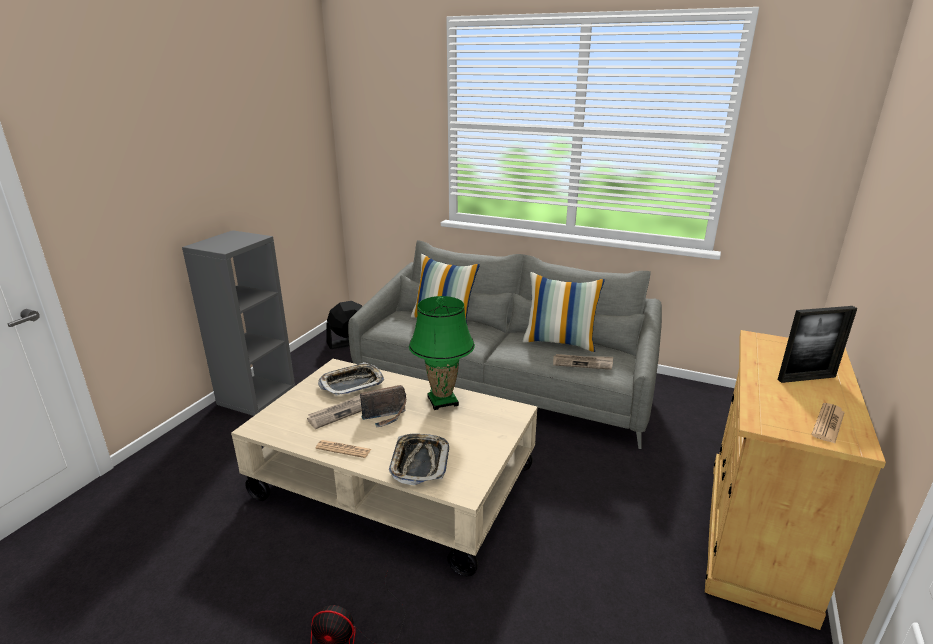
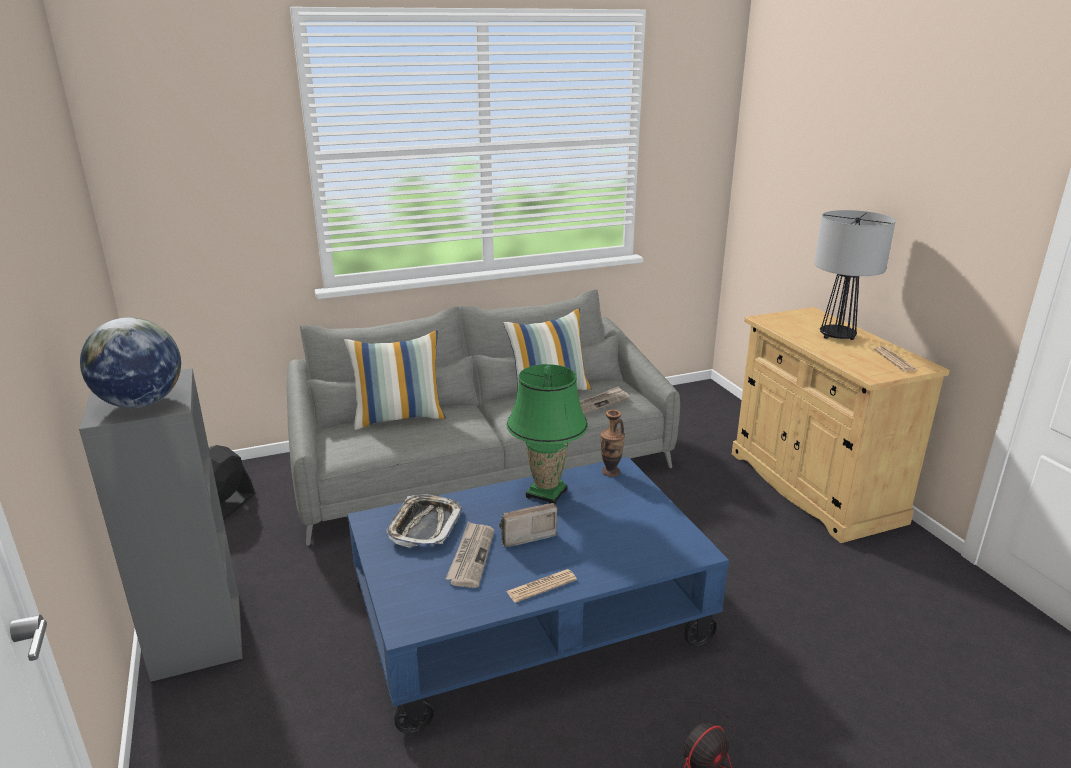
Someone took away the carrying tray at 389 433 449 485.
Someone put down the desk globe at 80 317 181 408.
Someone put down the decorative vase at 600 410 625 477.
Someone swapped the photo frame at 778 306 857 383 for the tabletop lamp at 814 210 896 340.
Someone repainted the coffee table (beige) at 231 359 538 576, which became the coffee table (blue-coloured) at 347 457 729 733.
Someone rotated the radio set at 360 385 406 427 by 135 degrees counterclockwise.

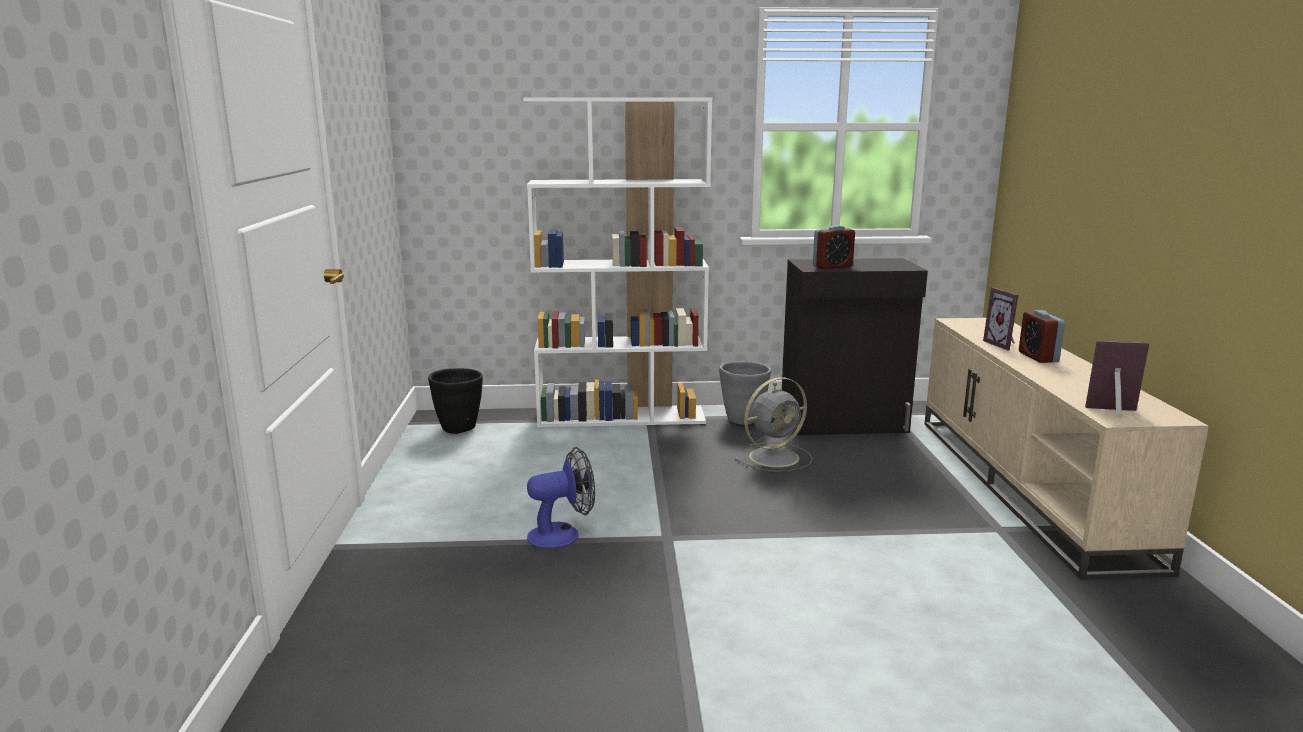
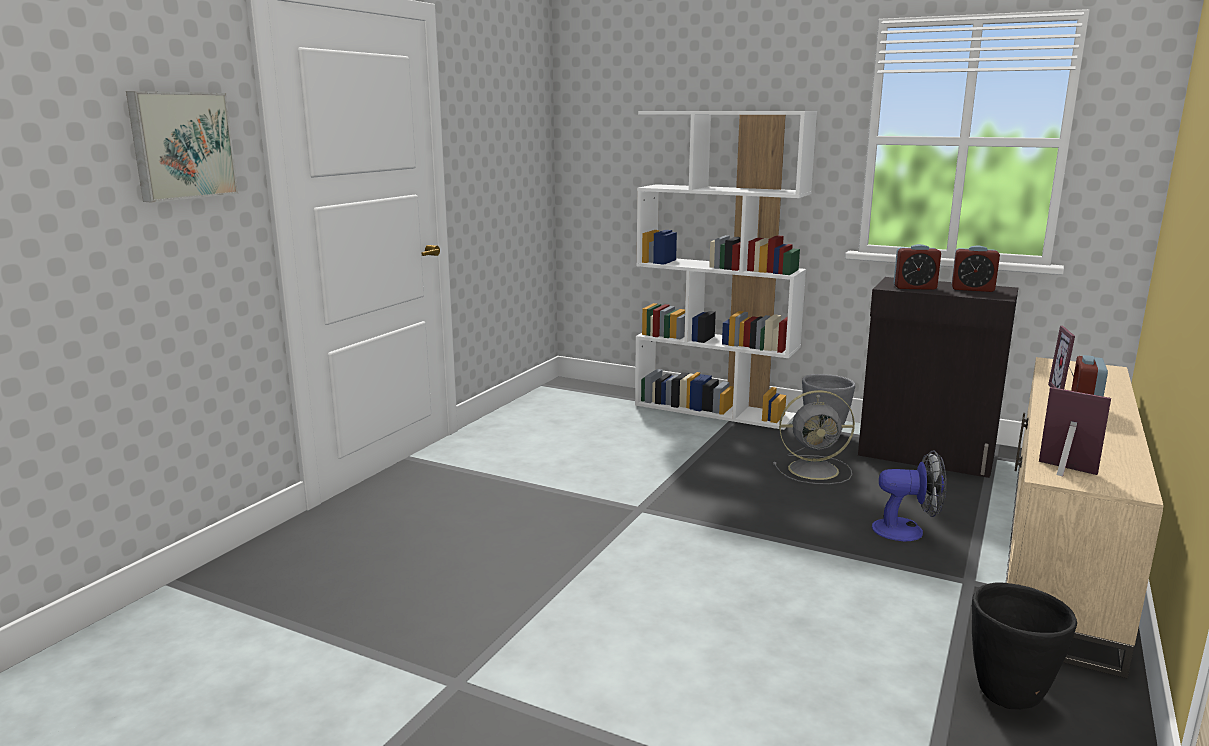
Someone put up the wall art at 126 91 238 202.
Someone put down the alarm clock at 951 245 1000 292.
Someone carried the plant pot (black) from 428 368 483 434 to 972 582 1077 709.
Someone carried the cooling fan from 527 447 595 549 to 872 450 947 541.

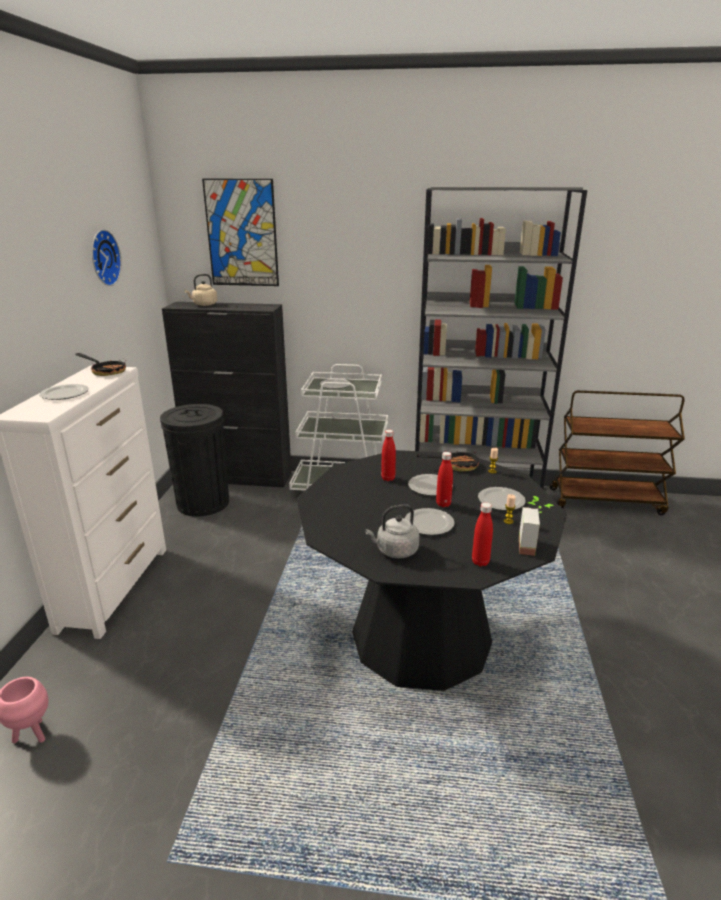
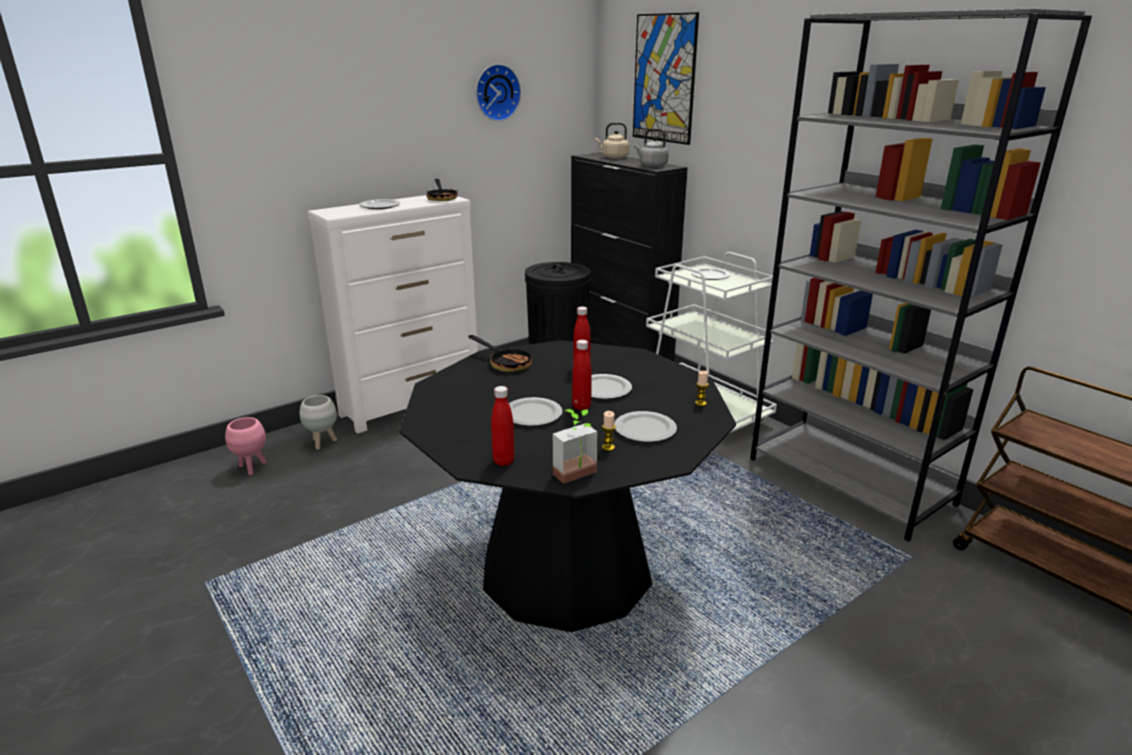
Someone put down the plant pot (white-coloured) at 300 395 337 450.
Someone carried the water kettle (gray) from 365 504 419 559 to 634 129 669 167.
Someone carried the frying pan from 416 448 479 472 to 468 335 533 372.

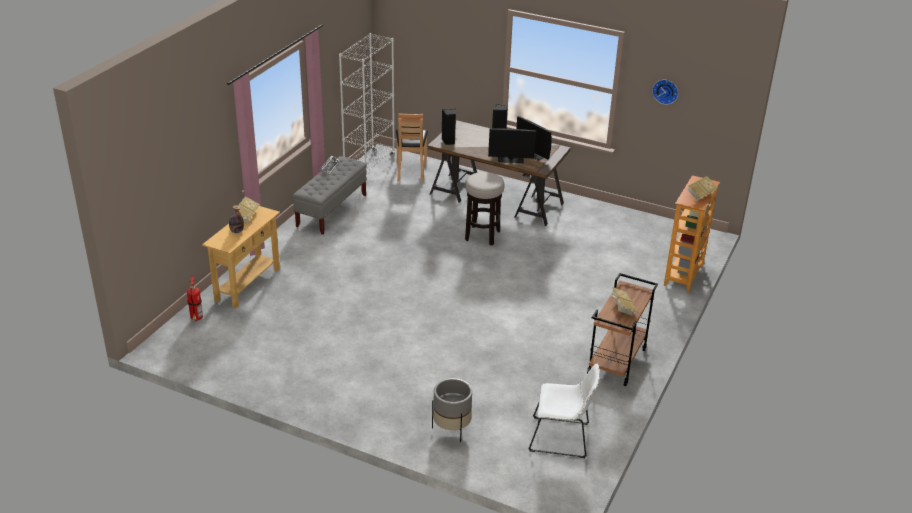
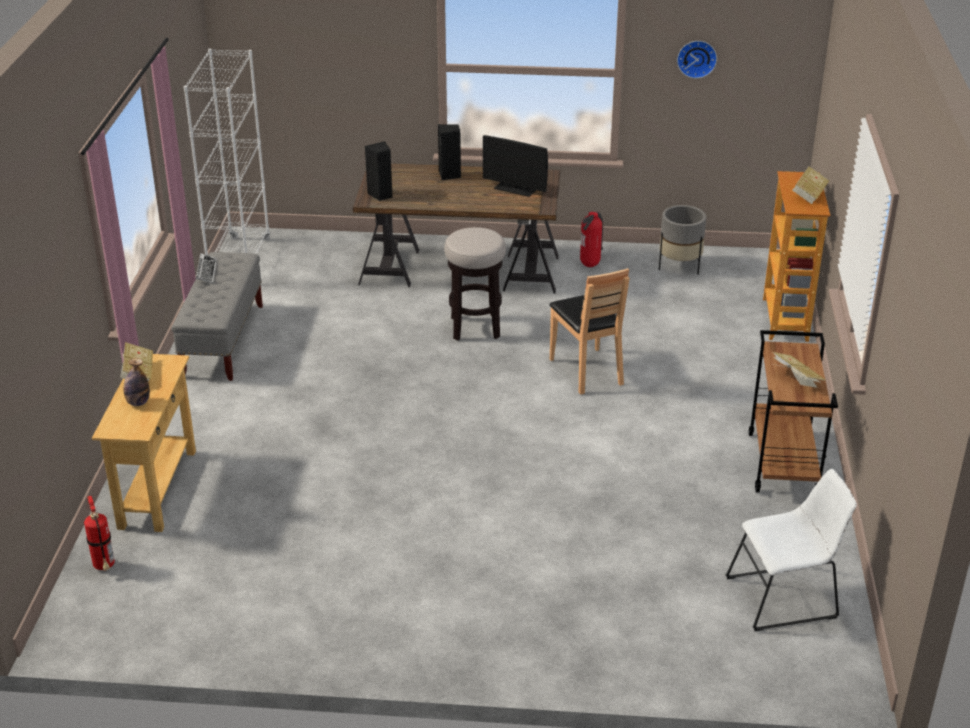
Someone took away the computer screen at 488 128 536 163.
Someone put down the fire extinguisher at 580 212 603 267.
Someone carried the plain chair (brown) from 396 113 428 182 to 549 268 630 395.
Someone carried the plant pot (gray) from 432 378 472 442 to 659 205 706 274.

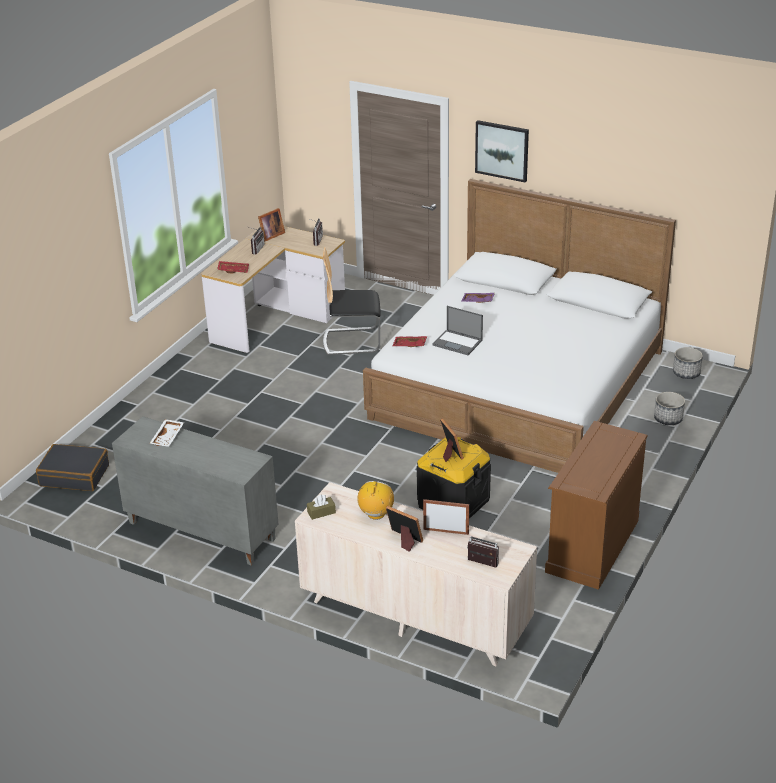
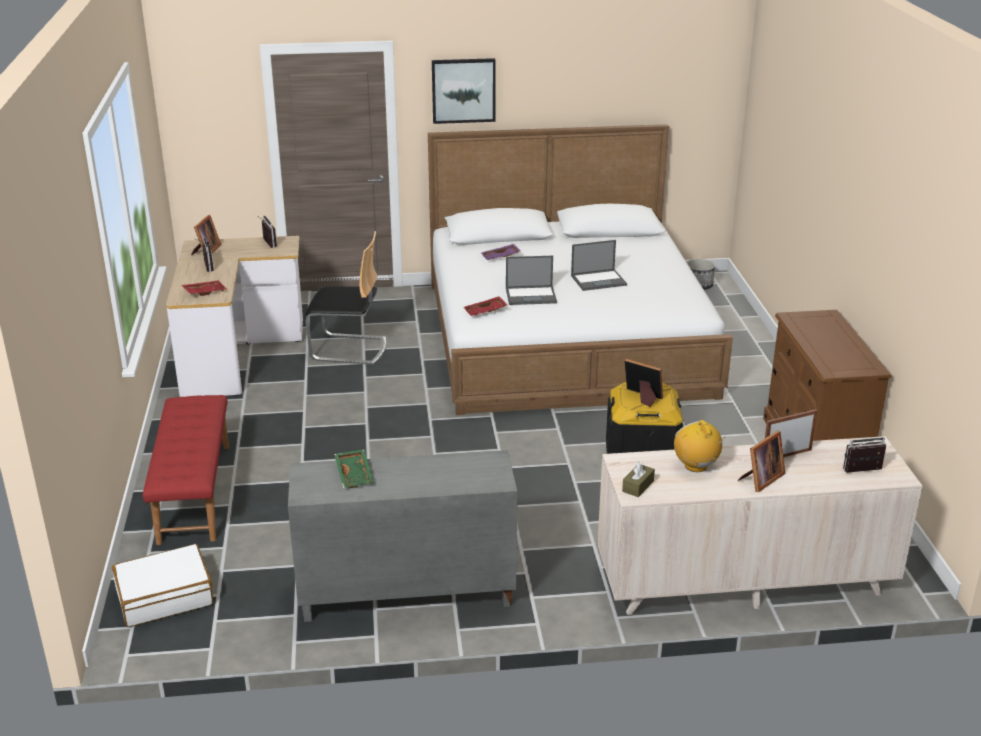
Someone took away the plant pot at 654 392 685 425.
Someone put down the long seat (red) at 143 395 229 545.
Someone put down the laptop at 571 240 627 291.
Someone repainted the travel case (black) at 36 444 109 491, which became the travel case (white-coloured) at 112 544 213 627.
Someone repainted the carrying tray (white-coloured) at 150 419 184 447, which became the carrying tray (green-coloured) at 334 449 374 488.
Someone rotated the plain chair at 323 247 381 355 by 135 degrees counterclockwise.
Someone rotated the photo frame at 386 506 423 552 by 135 degrees clockwise.

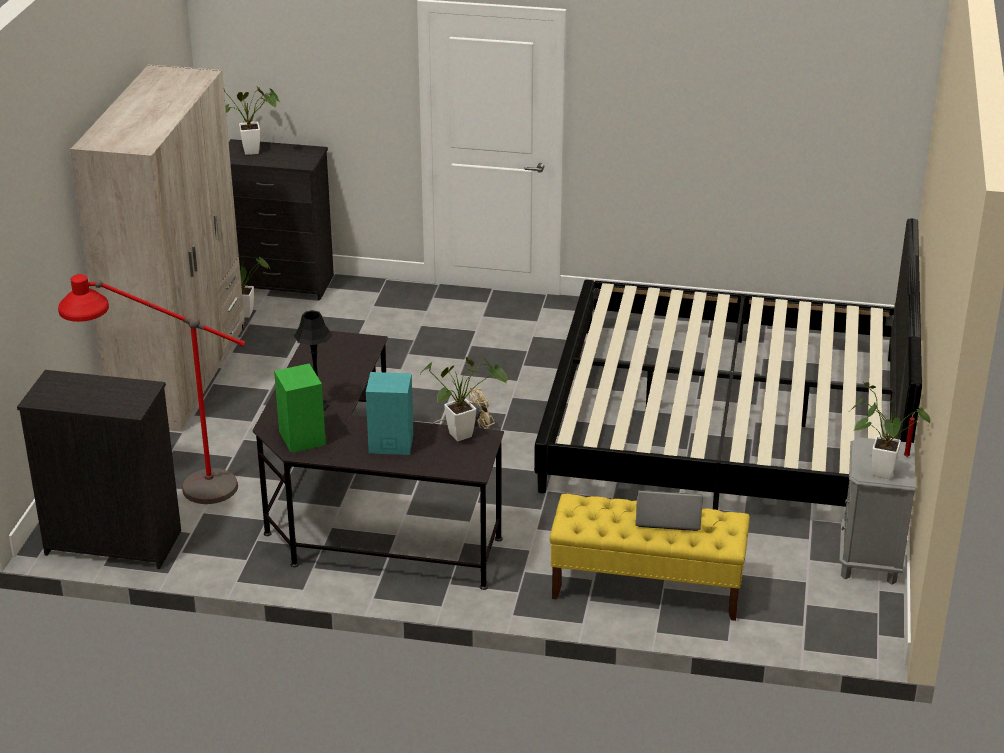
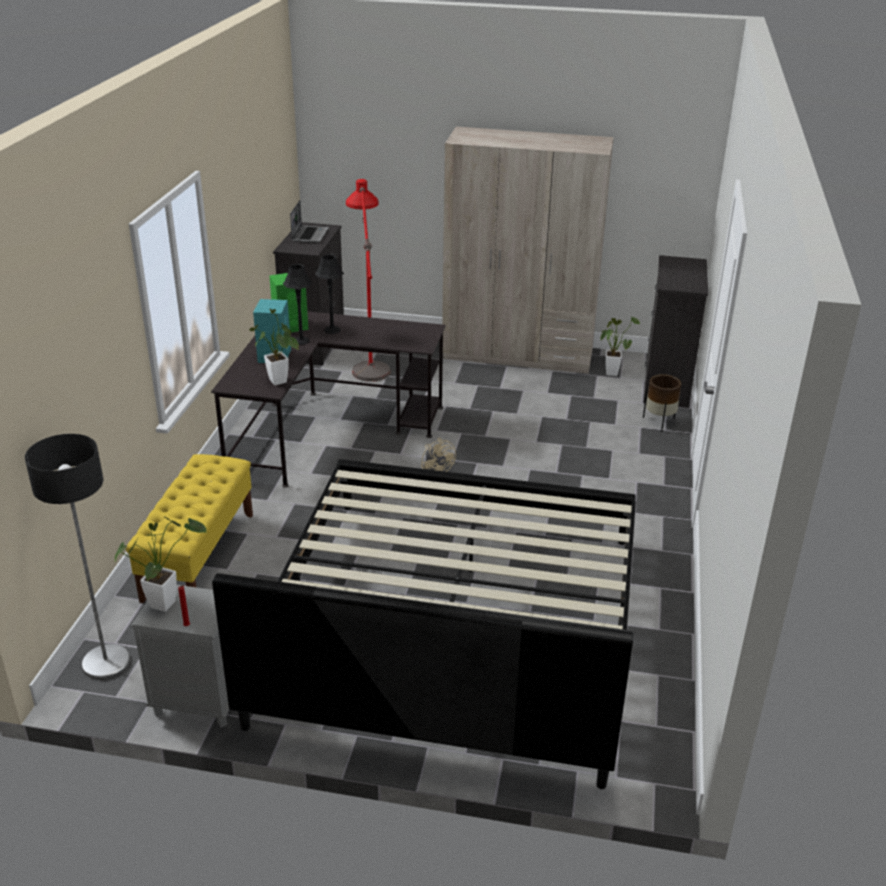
Someone took away the plant in a pot at 224 84 280 155.
Someone put down the standard lamp at 25 434 131 680.
Someone put down the tabletop lamp (black) at 283 264 313 345.
Someone put down the plant pot (brown) at 643 374 681 432.
Someone carried the laptop from 636 490 703 531 to 290 200 329 243.

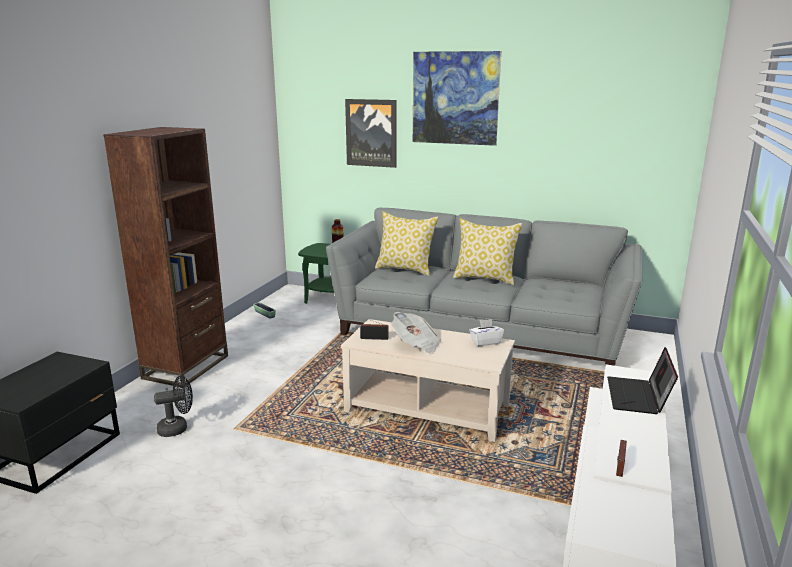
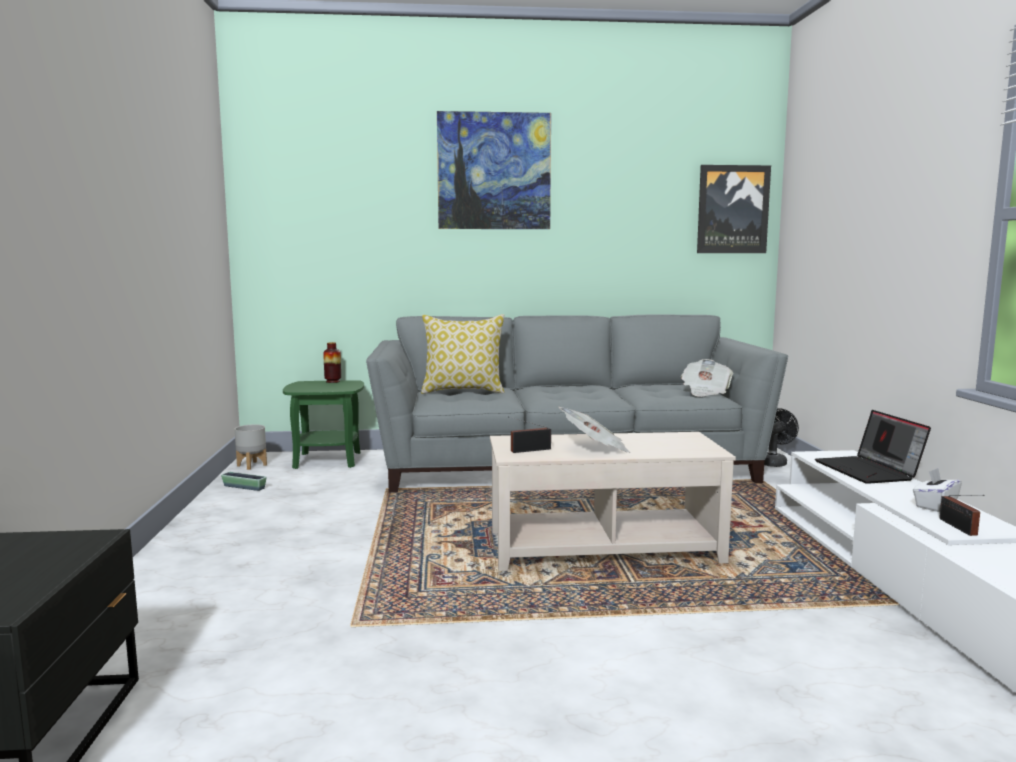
Someone took away the shelving unit (brown) at 103 127 228 387.
Someone took away the throw pillow at 453 218 522 285.
Someone put down the plant pot (gray) at 235 424 267 470.
Someone put down the newspaper at 681 359 733 397.
Someone carried the cooling fan (black) from 154 375 193 437 to 764 408 799 467.
Someone carried the wall art from 345 99 396 168 to 697 165 771 253.
Someone carried the tissue box (white-coloured) from 469 319 504 346 to 913 468 962 512.

